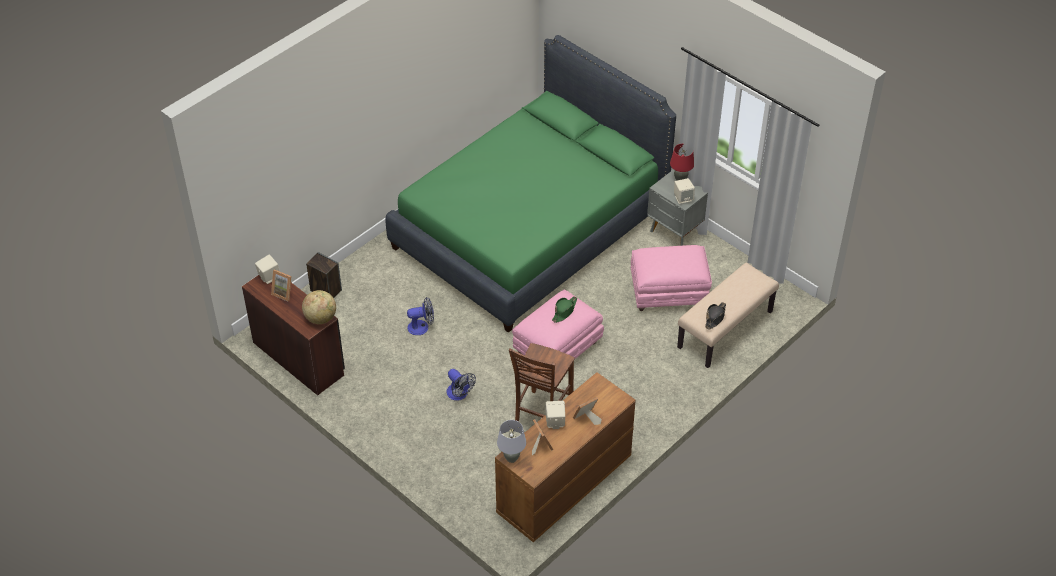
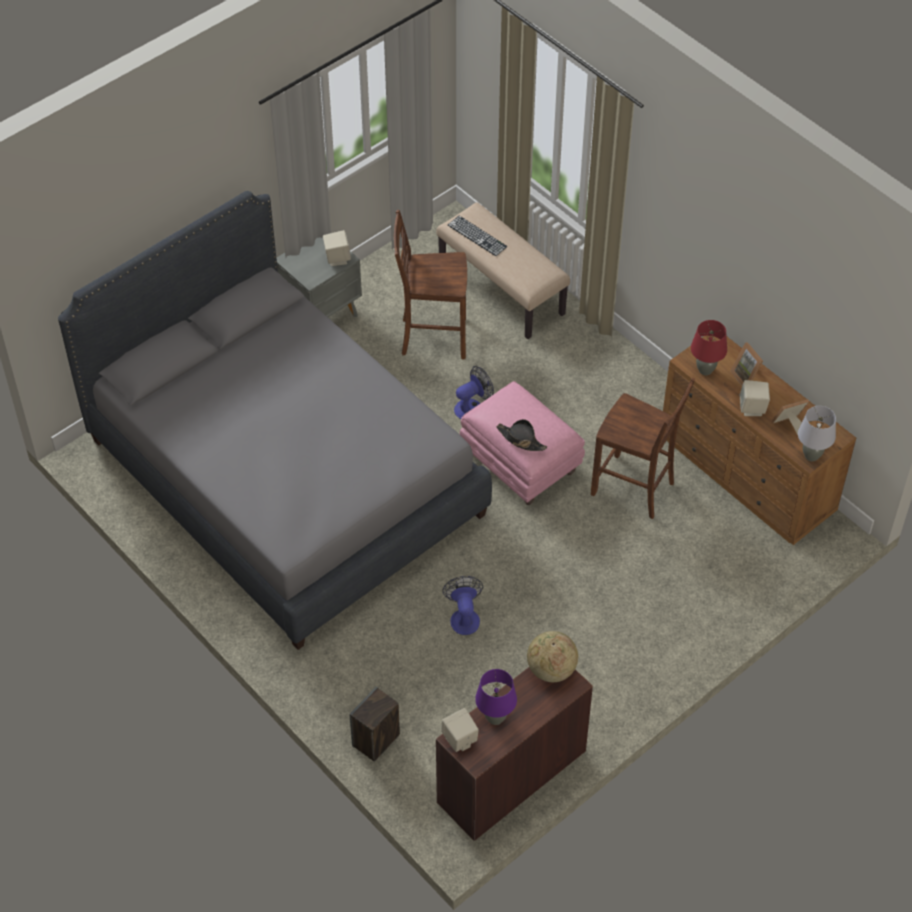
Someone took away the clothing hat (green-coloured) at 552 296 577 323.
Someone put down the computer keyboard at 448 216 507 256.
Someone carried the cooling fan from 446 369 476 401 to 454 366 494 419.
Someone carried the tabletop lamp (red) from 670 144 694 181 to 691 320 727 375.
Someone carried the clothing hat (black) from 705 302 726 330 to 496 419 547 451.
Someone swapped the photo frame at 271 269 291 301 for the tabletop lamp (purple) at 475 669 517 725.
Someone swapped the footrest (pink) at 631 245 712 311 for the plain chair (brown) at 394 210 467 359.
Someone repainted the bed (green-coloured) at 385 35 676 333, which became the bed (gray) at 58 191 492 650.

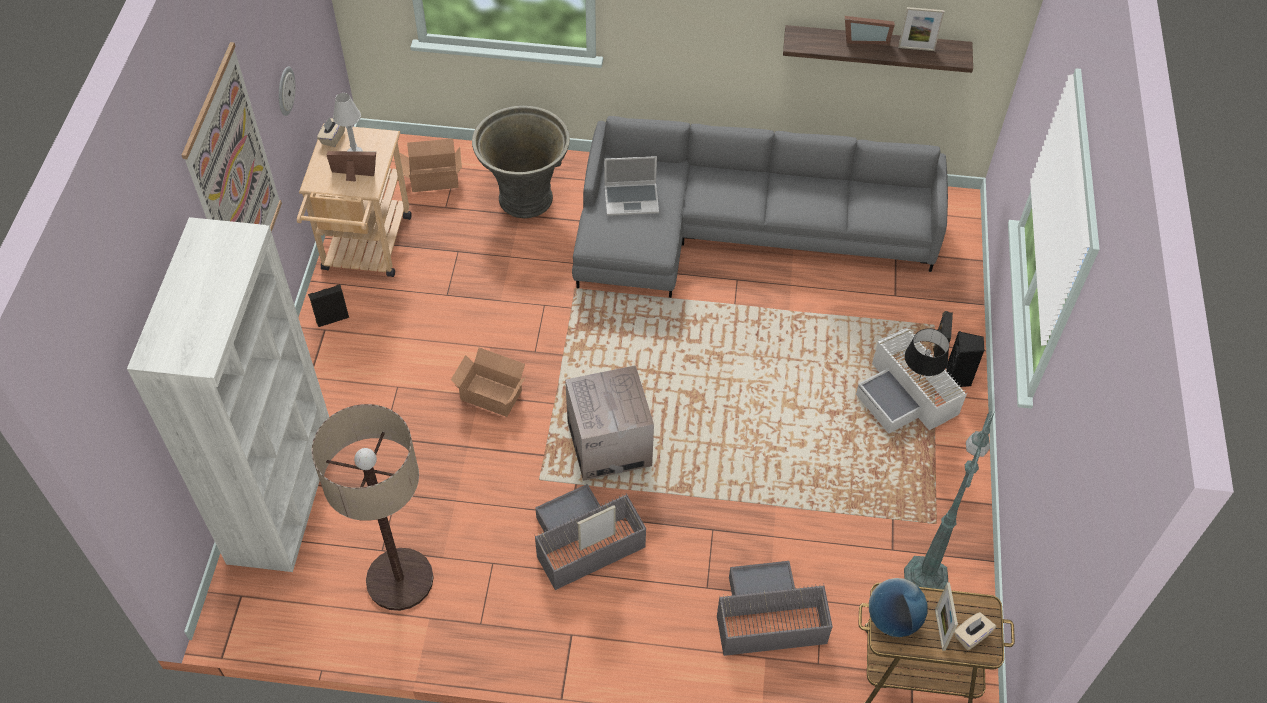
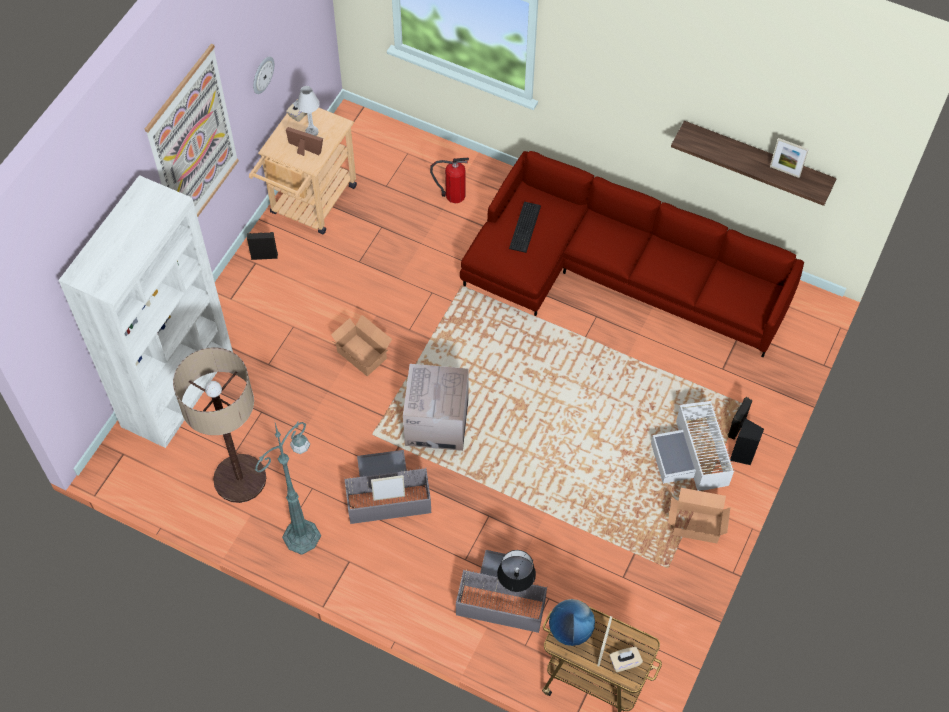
Someone took away the photo frame at 845 16 895 44.
Someone carried the cardboard box from 400 138 462 192 to 668 488 731 543.
Someone carried the standard lamp (green-coloured) from 904 411 994 590 to 255 421 321 555.
Someone carried the tabletop lamp (black) from 905 328 949 380 to 497 550 536 592.
Someone swapped the plant pot (gray) at 472 105 570 218 for the fire extinguisher at 430 158 469 203.
Someone swapped the laptop at 604 156 659 216 for the computer keyboard at 509 202 541 253.
Someone repainted the settee (gray) at 572 116 948 298, which became the settee (red) at 460 151 804 357.

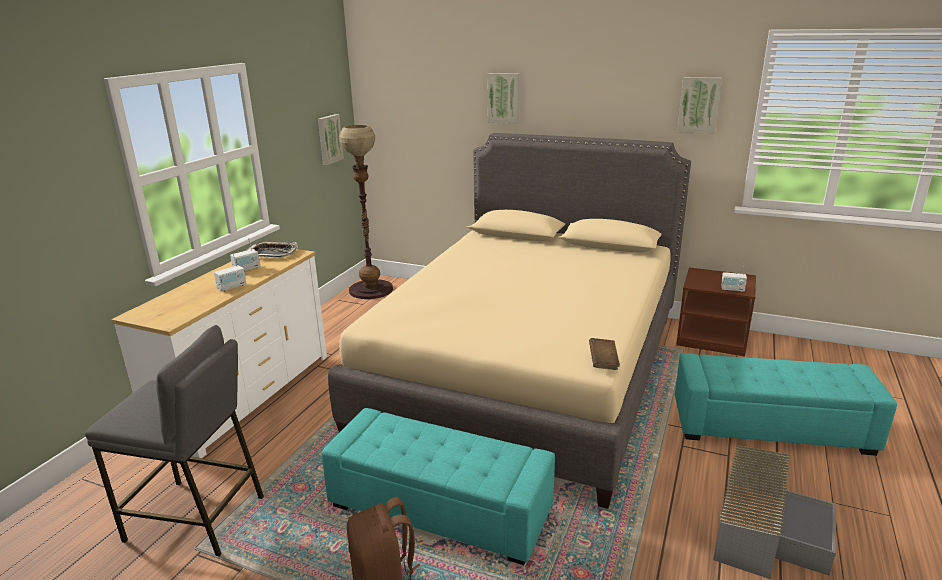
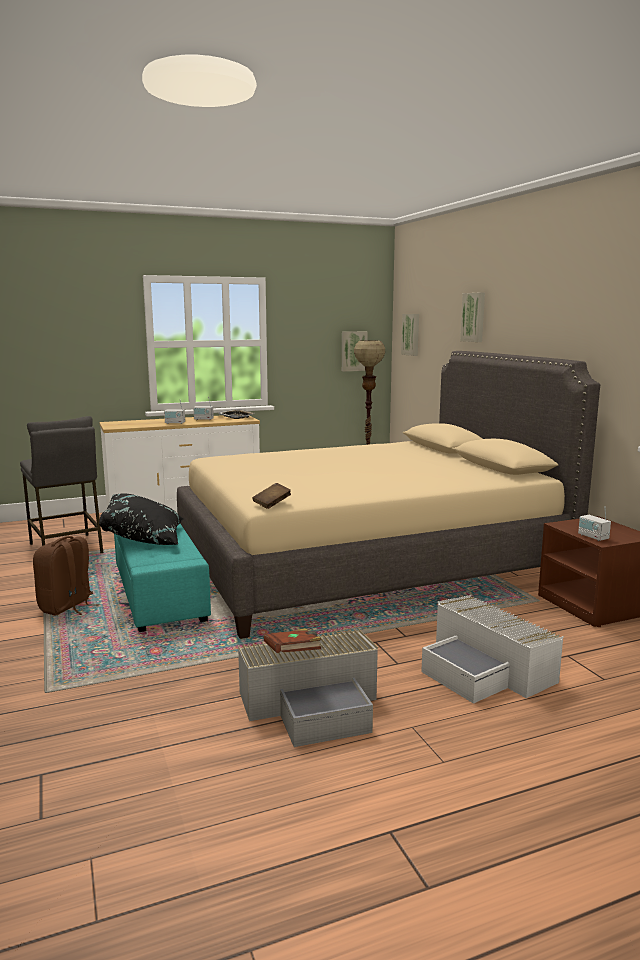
Someone put down the throw pillow (black) at 99 493 183 545.
Someone put down the book (brown) at 264 628 322 653.
Someone carried the wall art from 677 77 722 134 to 401 314 419 356.
Someone swapped the footrest (turquoise) at 675 353 897 456 for the storage container (white-coloured) at 421 595 564 704.

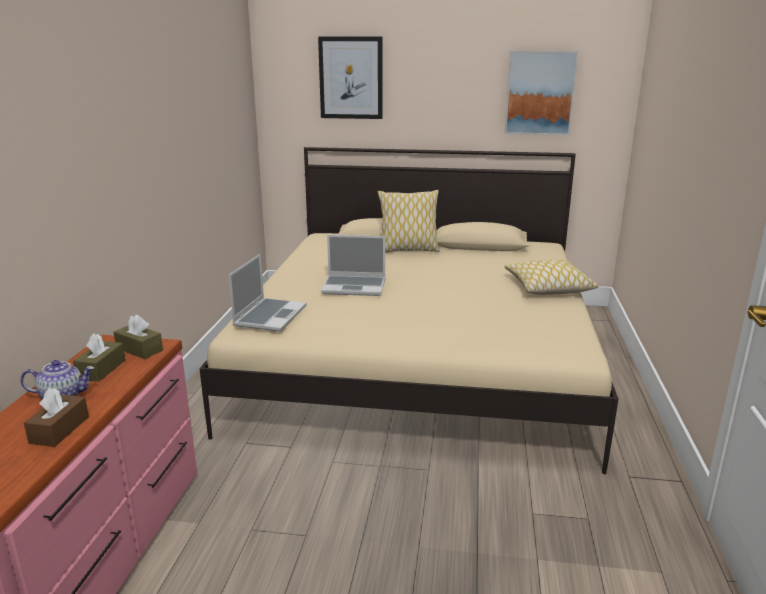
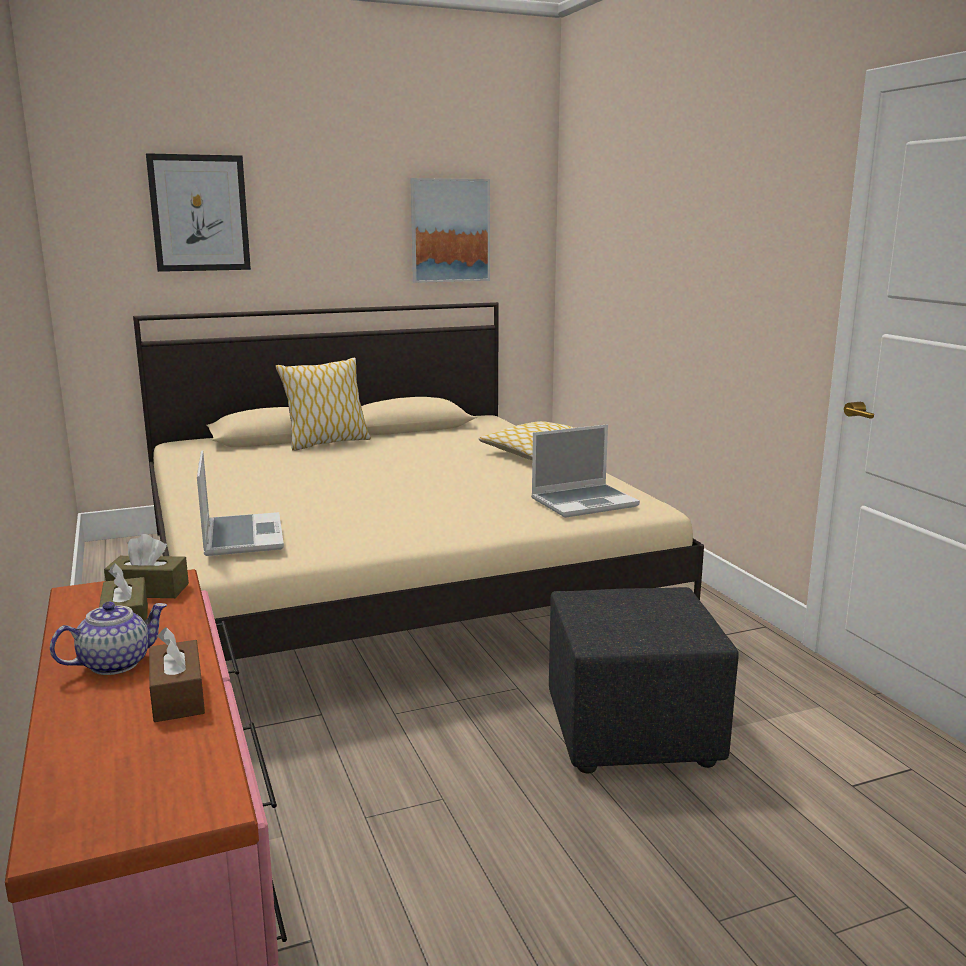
Someone put down the footrest (black) at 549 587 739 773.
Someone carried the laptop from 321 235 385 296 to 531 424 640 518.

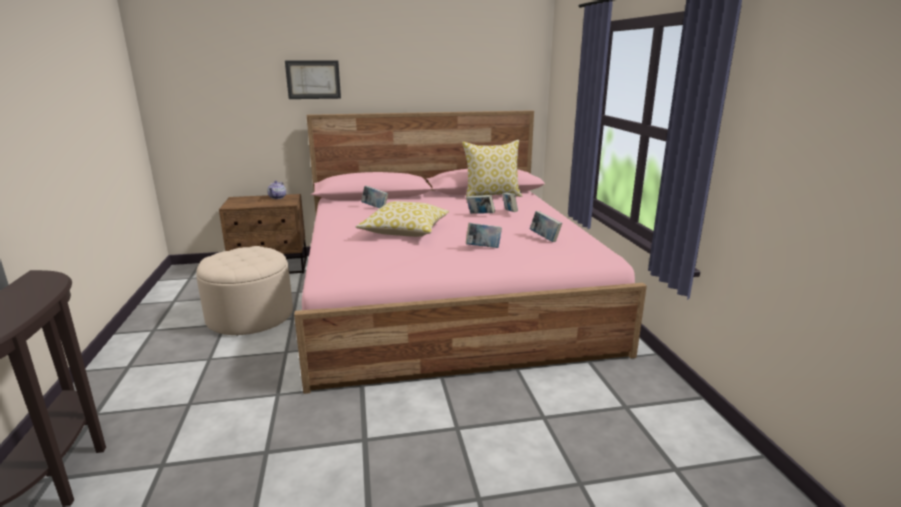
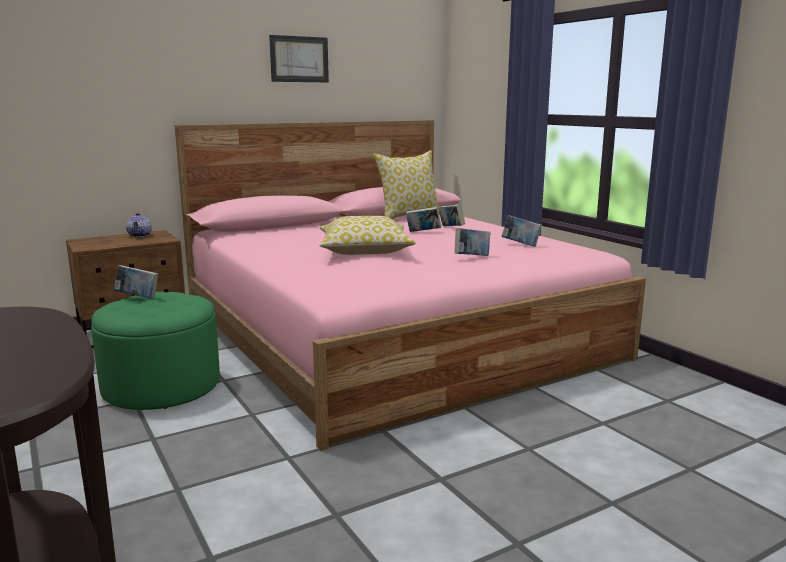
Someone carried the wall art from 285 60 341 99 to 269 35 329 82.
Someone carried the book from 361 186 388 208 to 114 265 158 299.
Someone repainted the footrest (beige) at 196 246 293 336, which became the footrest (green-coloured) at 91 292 220 410.

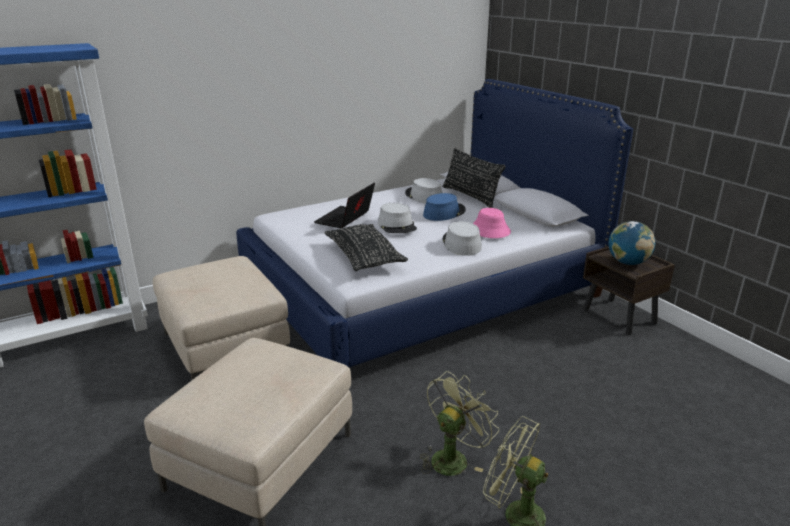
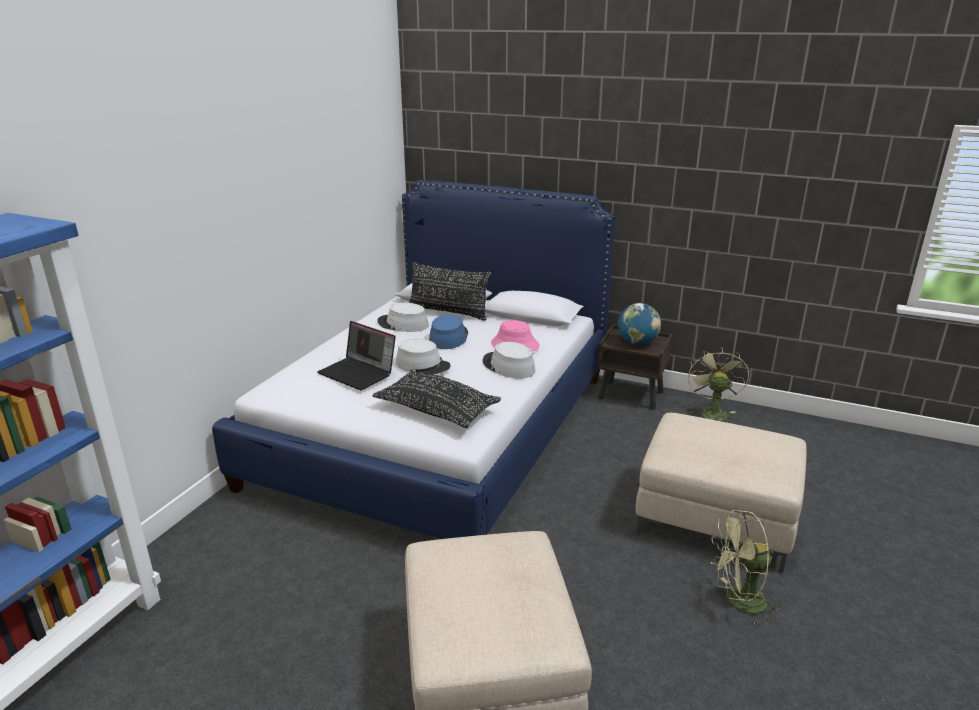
Someone carried the footrest (beige) from 153 256 290 380 to 636 413 807 574.
Someone carried the cooling fan (green-coloured) from 420 371 499 476 to 688 347 749 422.
Someone rotated the laptop at 314 183 375 228 by 45 degrees counterclockwise.

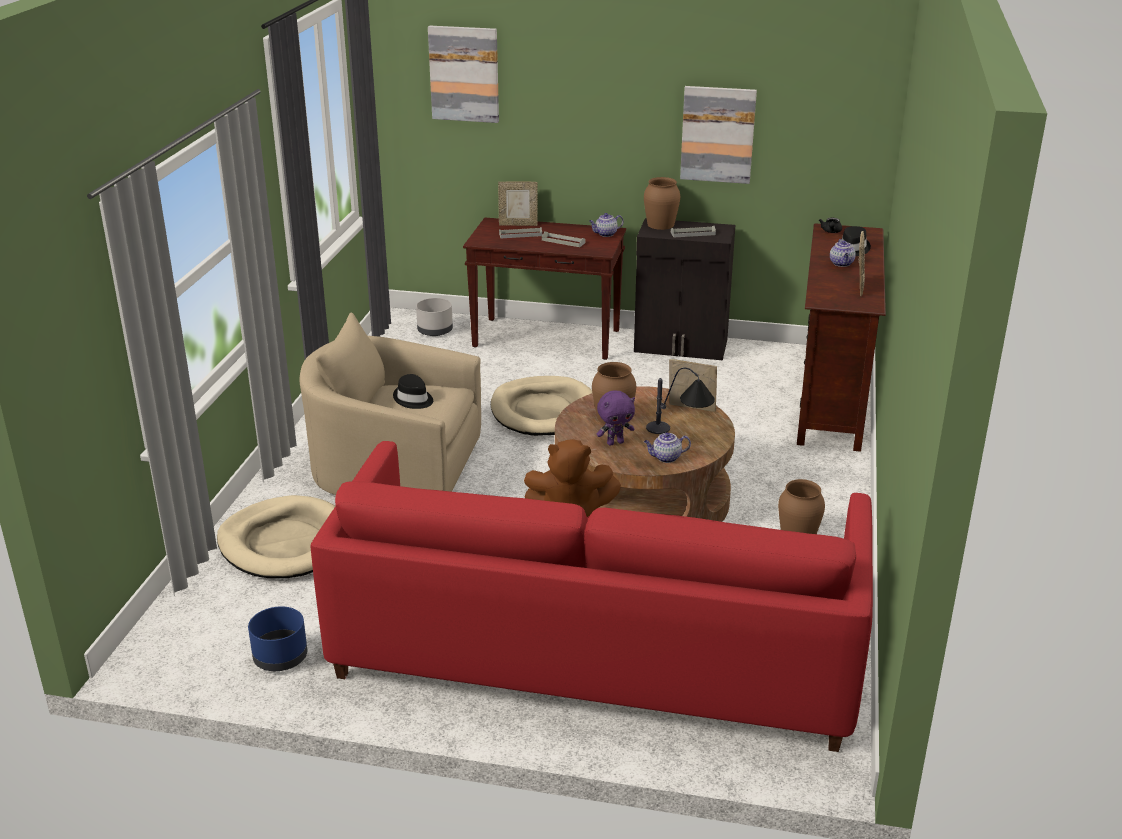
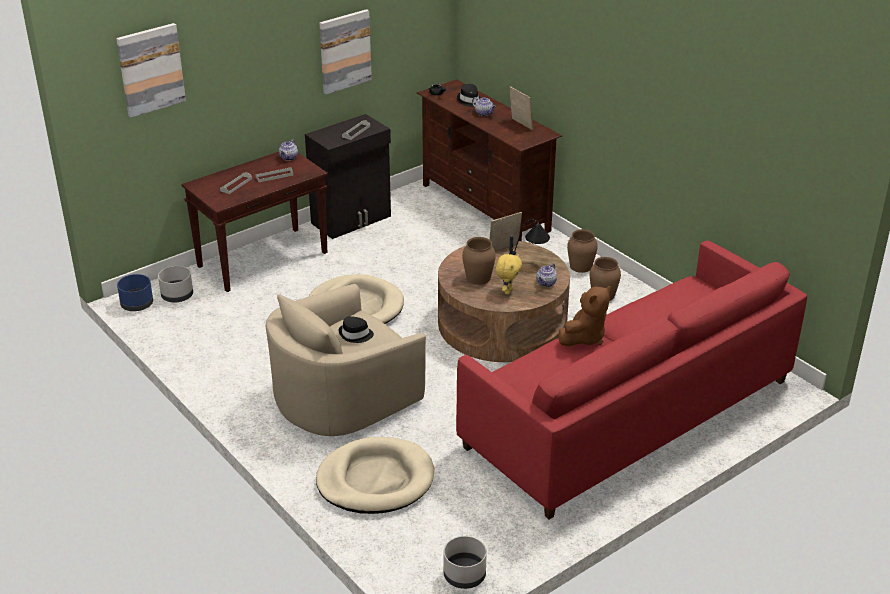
Someone took away the photo frame at 498 182 538 226.
Someone put down the plant pot (gray) at 444 536 487 589.
Someone carried the plant pot (blue-coloured) from 248 606 307 671 to 117 274 153 311.
Someone carried the decorative vase (brown) from 644 177 680 230 to 567 229 598 273.
Someone repainted the plush toy (purple) at 597 391 635 446, which became the plush toy (yellowish) at 496 254 522 294.

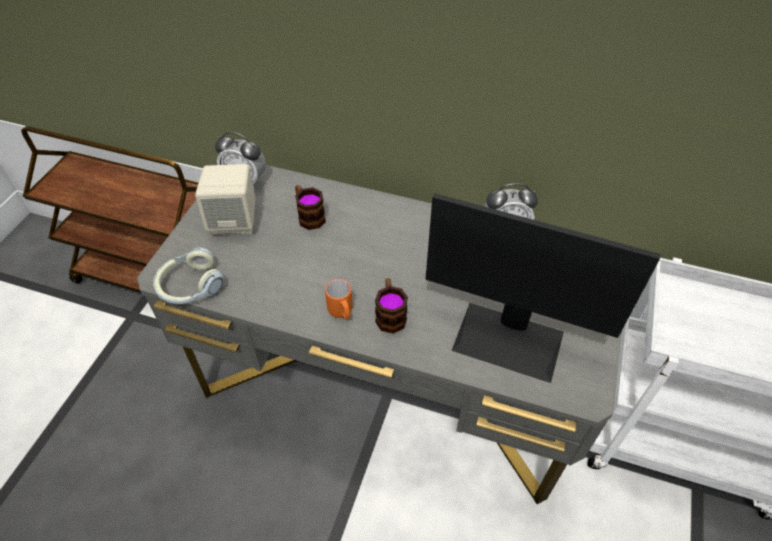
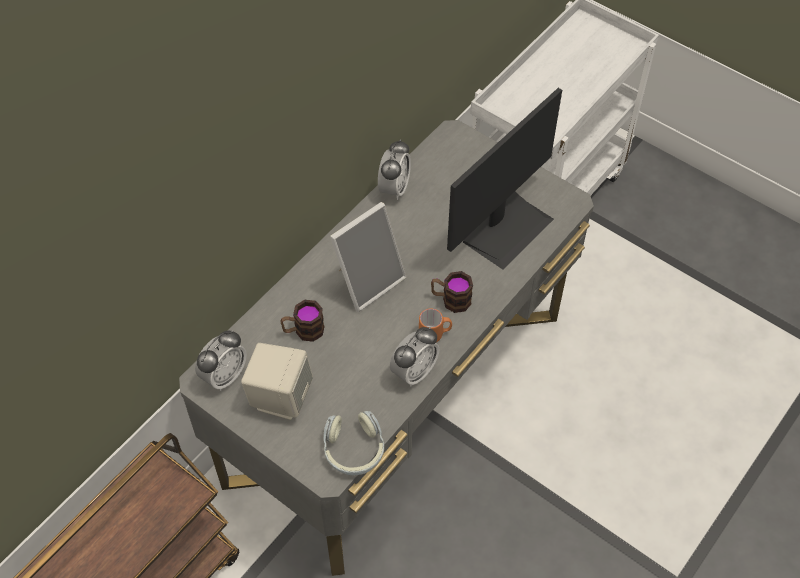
Someone put down the photo frame at 330 202 407 312.
Someone put down the alarm clock at 390 327 439 387.

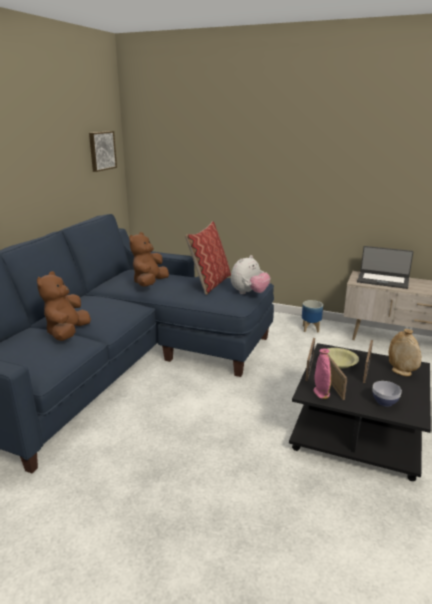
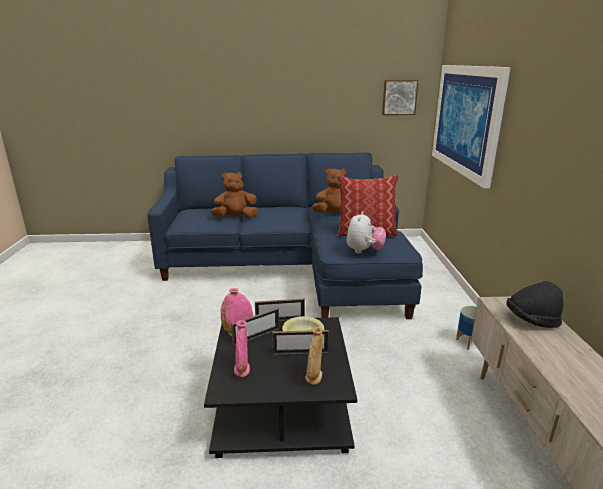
Someone put up the wall art at 432 65 511 188.
Someone swapped the laptop at 357 246 413 289 for the clothing hat (black) at 506 281 564 328.
Someone swapped the deep dish at 372 381 402 407 for the decorative vase (pink) at 234 320 250 377.
Someone rotated the plush toy at 231 255 270 294 by 90 degrees counterclockwise.

